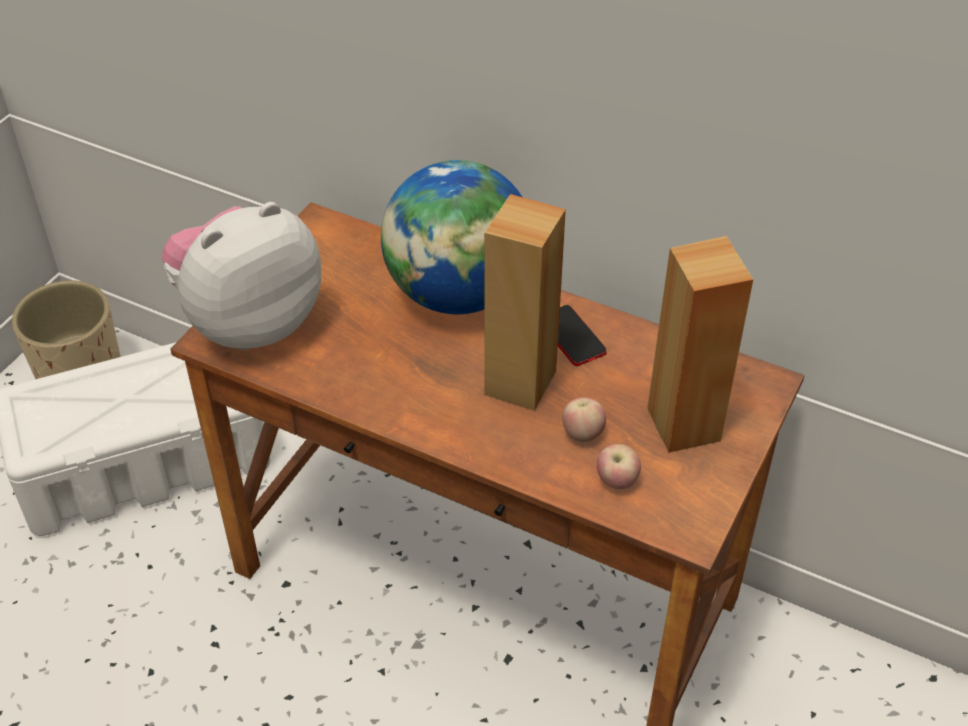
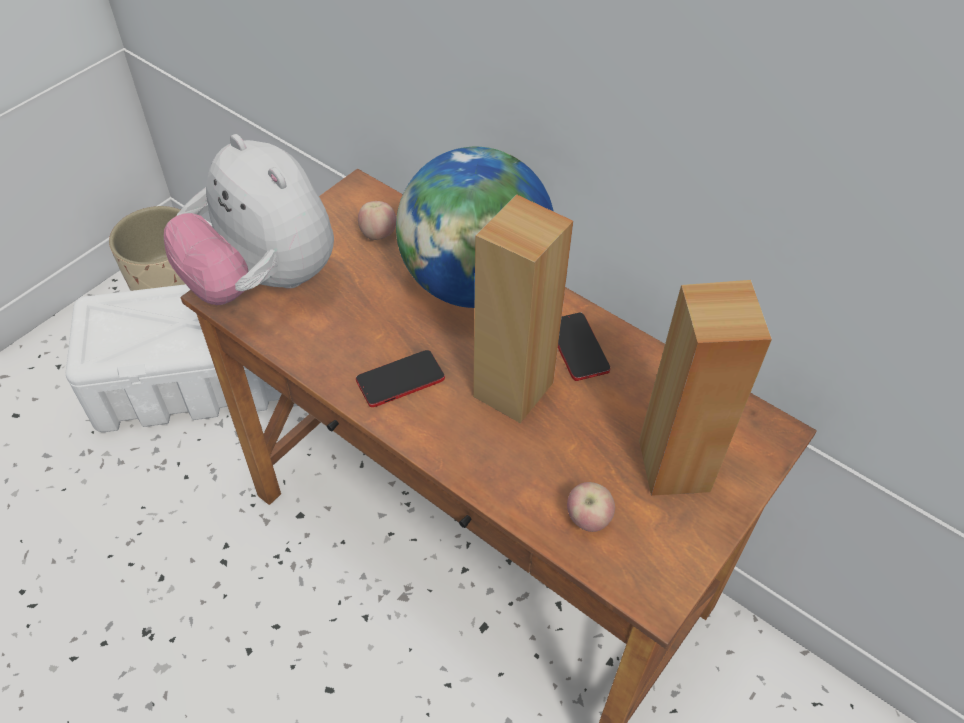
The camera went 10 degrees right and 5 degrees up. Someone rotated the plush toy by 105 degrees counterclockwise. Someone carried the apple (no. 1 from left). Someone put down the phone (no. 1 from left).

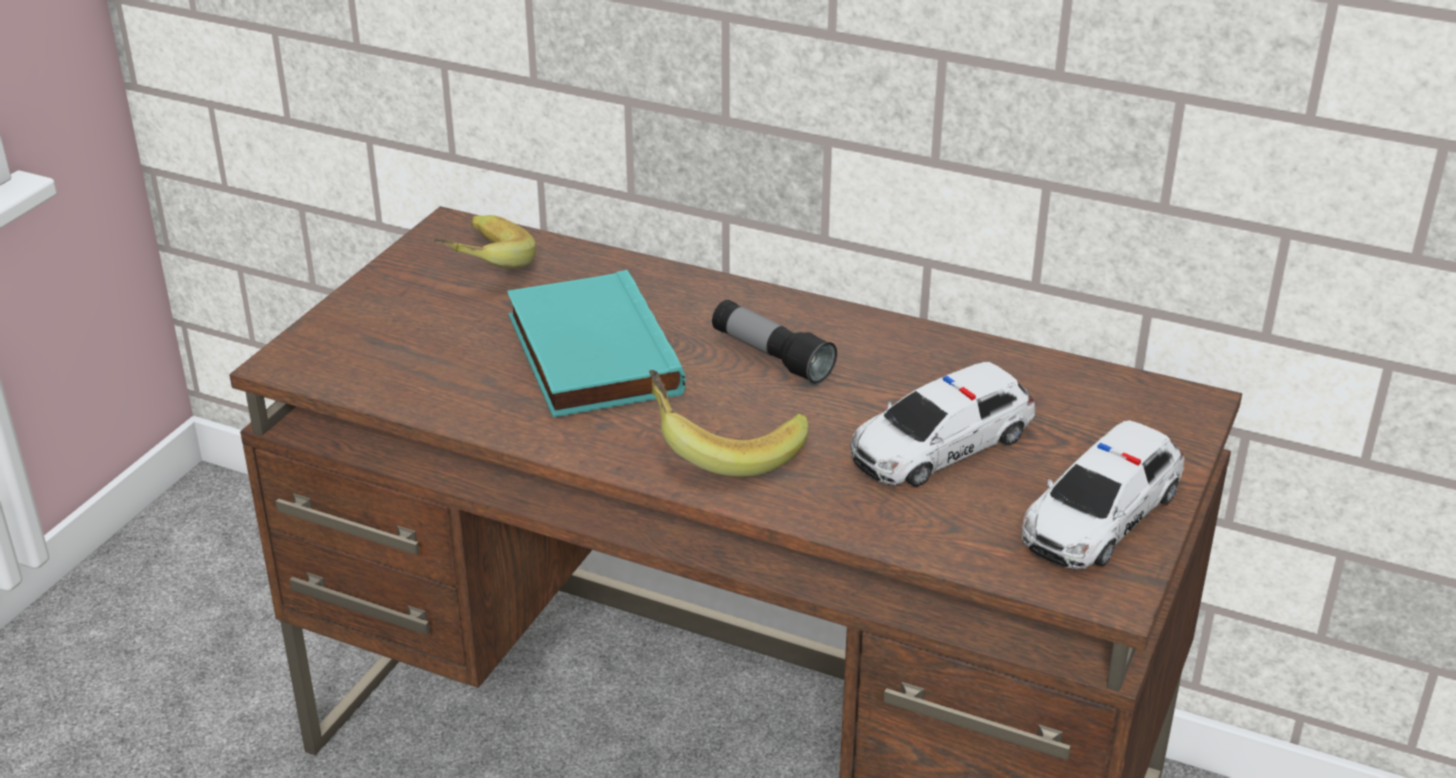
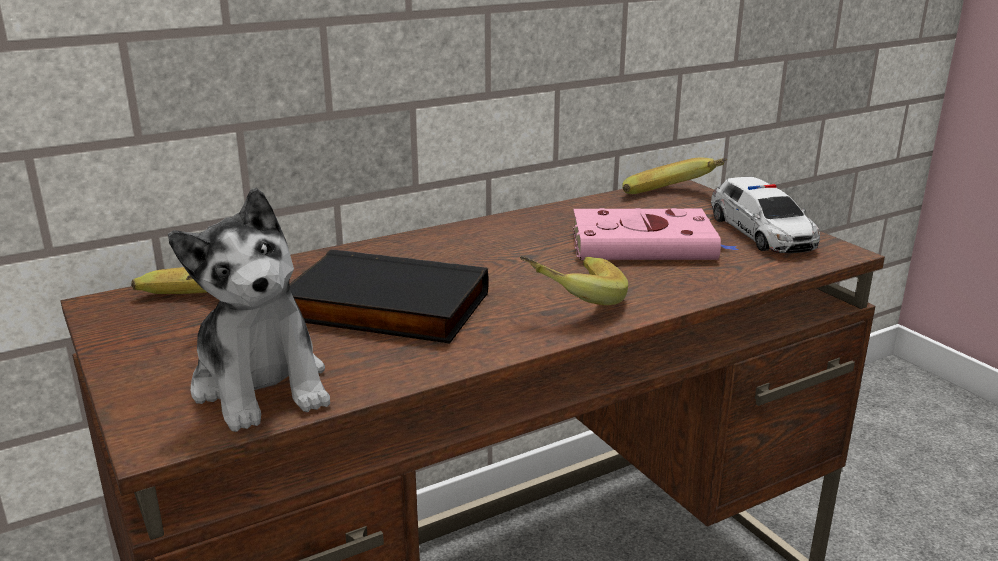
The camera went 55 degrees left and 10 degrees down. Someone repainted the turquoise book, which became the black book. Someone took away the flashlight. Someone swapped the toy car (no. 1 from left) for the pink book. Someone put down the plush toy. Someone put down the banana (no. 3 from left).

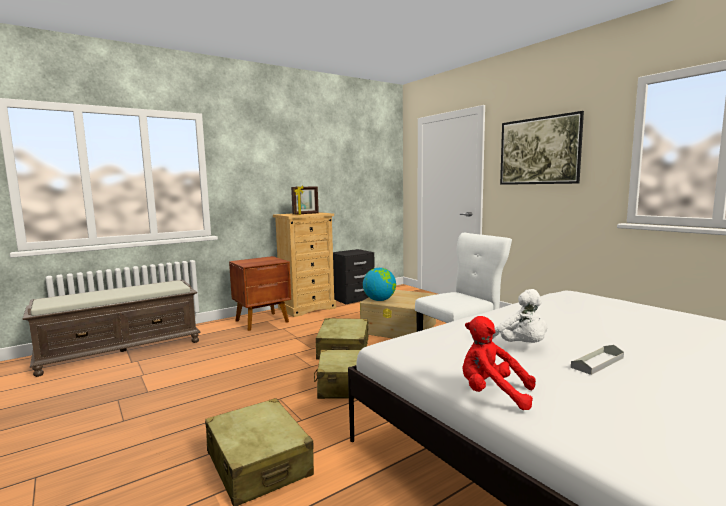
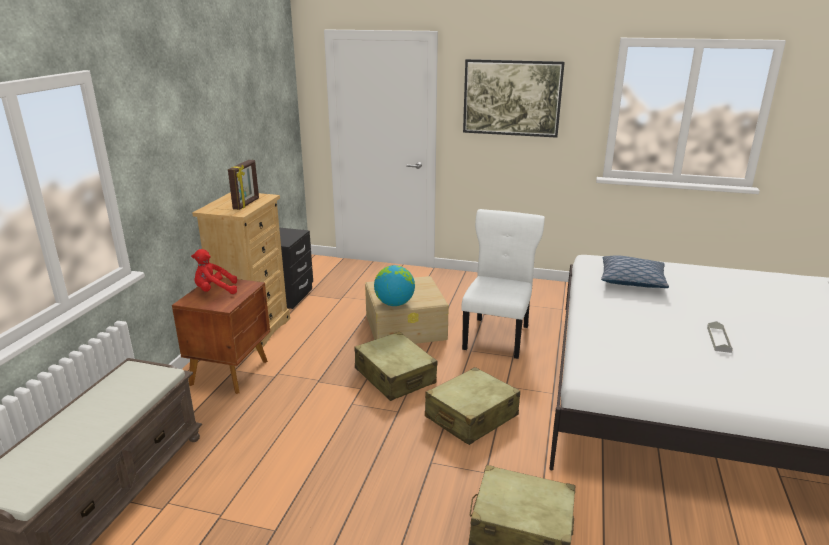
The camera went 40 degrees left and 15 degrees up. Someone carried the red plush toy. Someone took away the white plush toy. Someone put down the pillow.

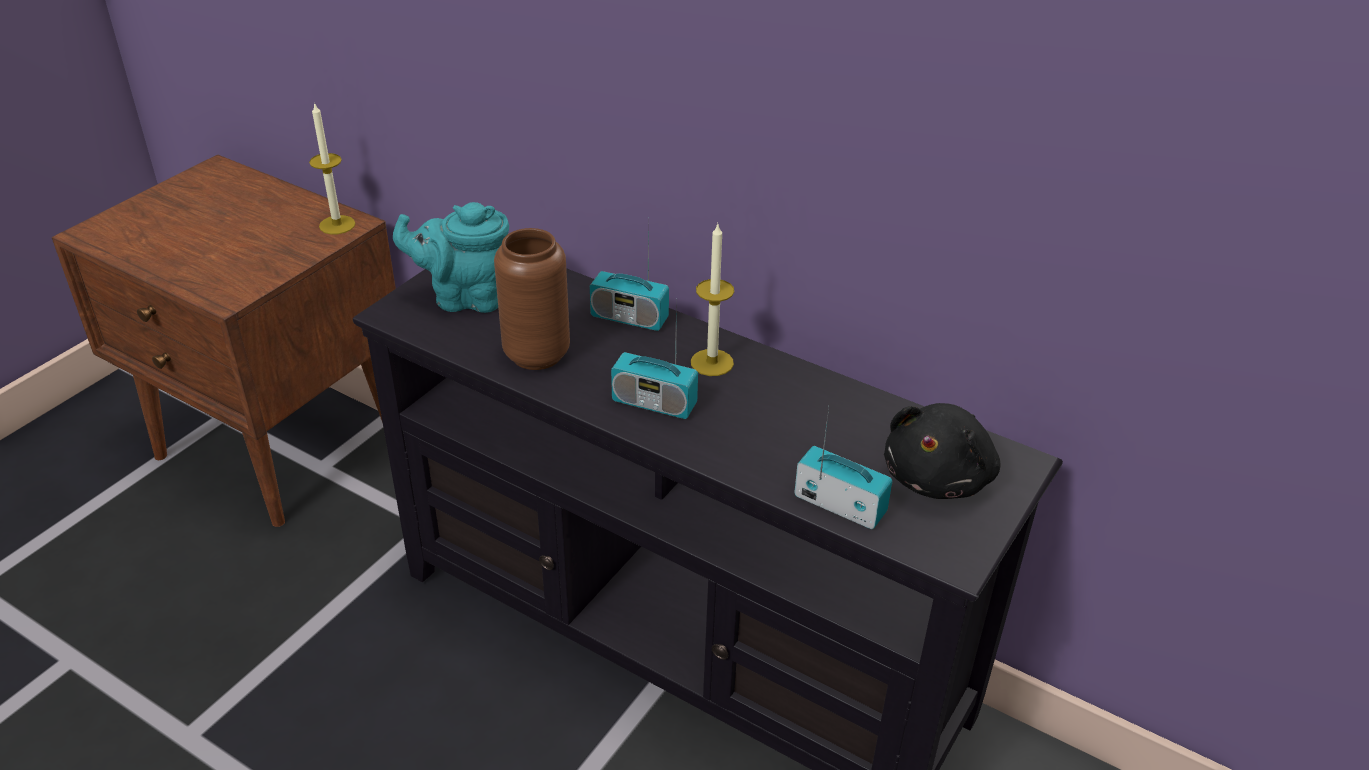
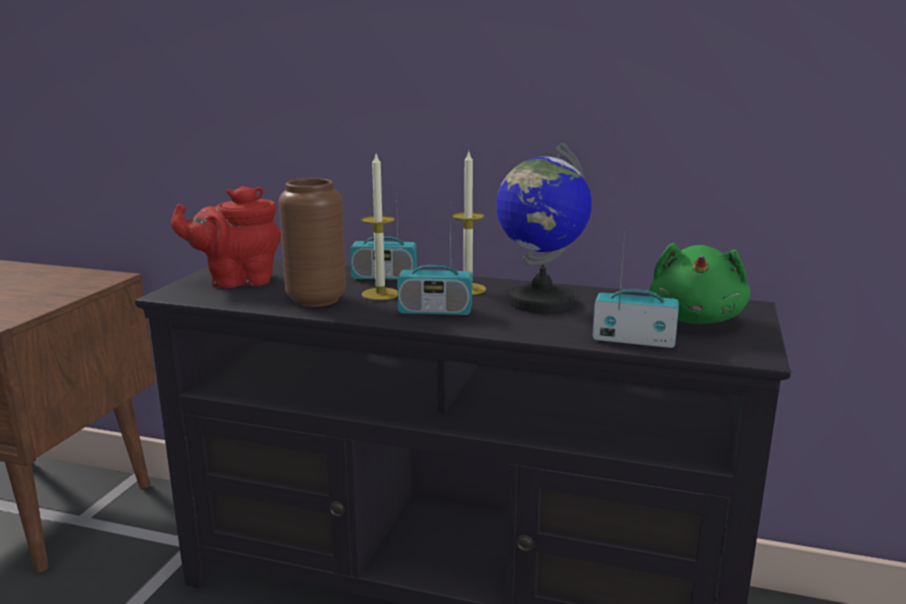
The camera went 15 degrees left and 20 degrees down. Someone carried the candle (no. 1 from left). Someone repainted the turquoise teapot, which became the red teapot. Someone repainted the black plush toy, which became the green plush toy. Someone put down the globe.

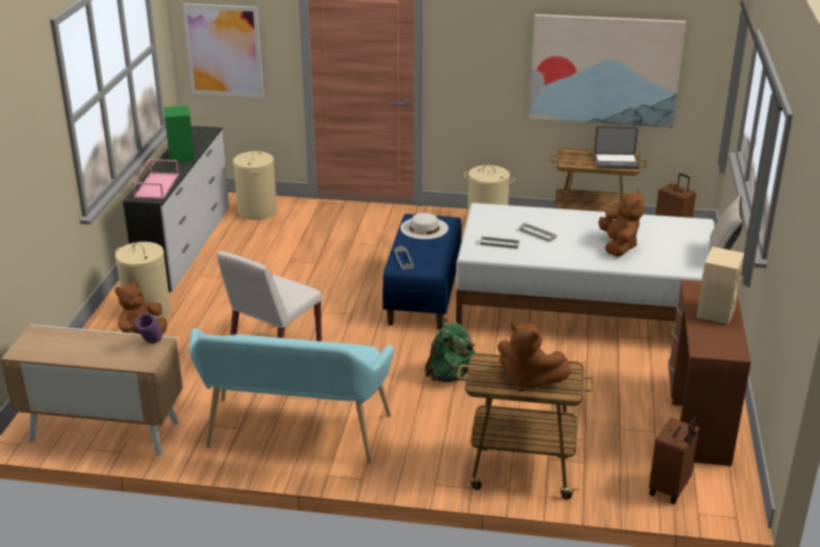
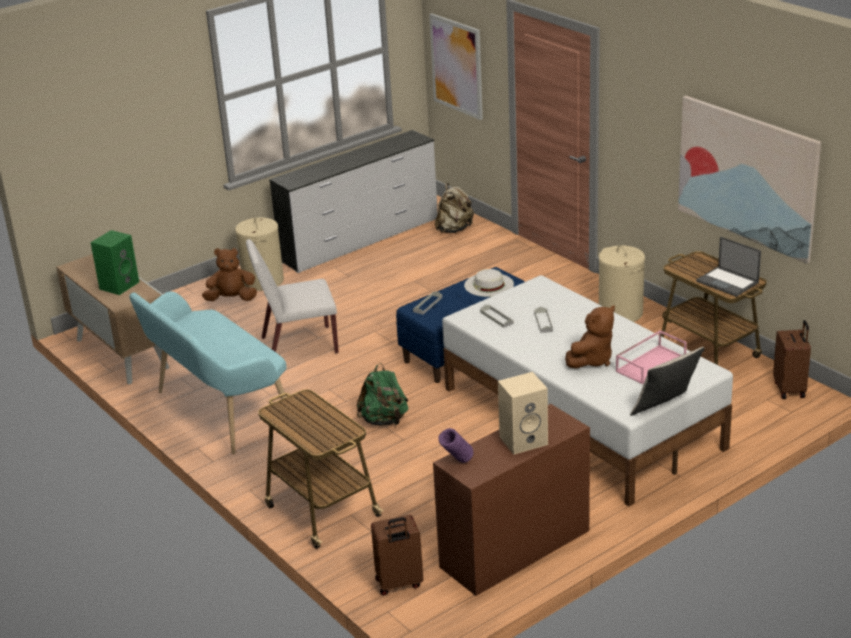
The camera went 45 degrees right and 0 degrees up. Someone carried the pink tray. Someone carried the purple vase. Someone carried the green speaker. Someone swapped the beige laundry basket (no. 2 from left) for the beige backpack. Someone took away the brown plush toy (no. 2 from left).

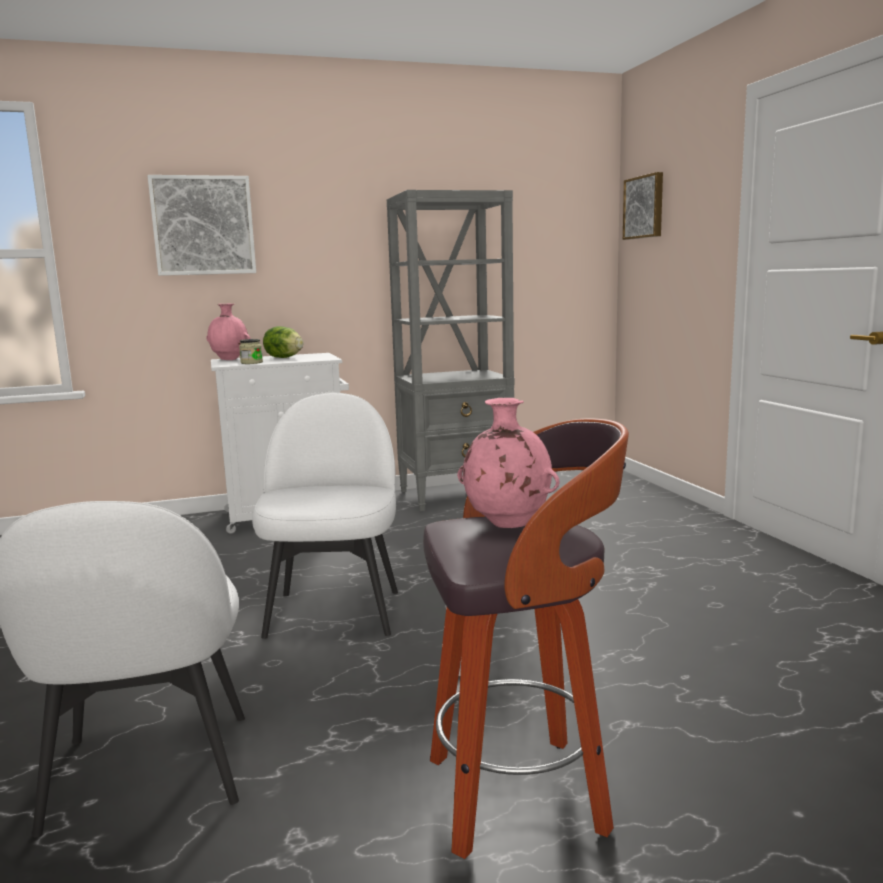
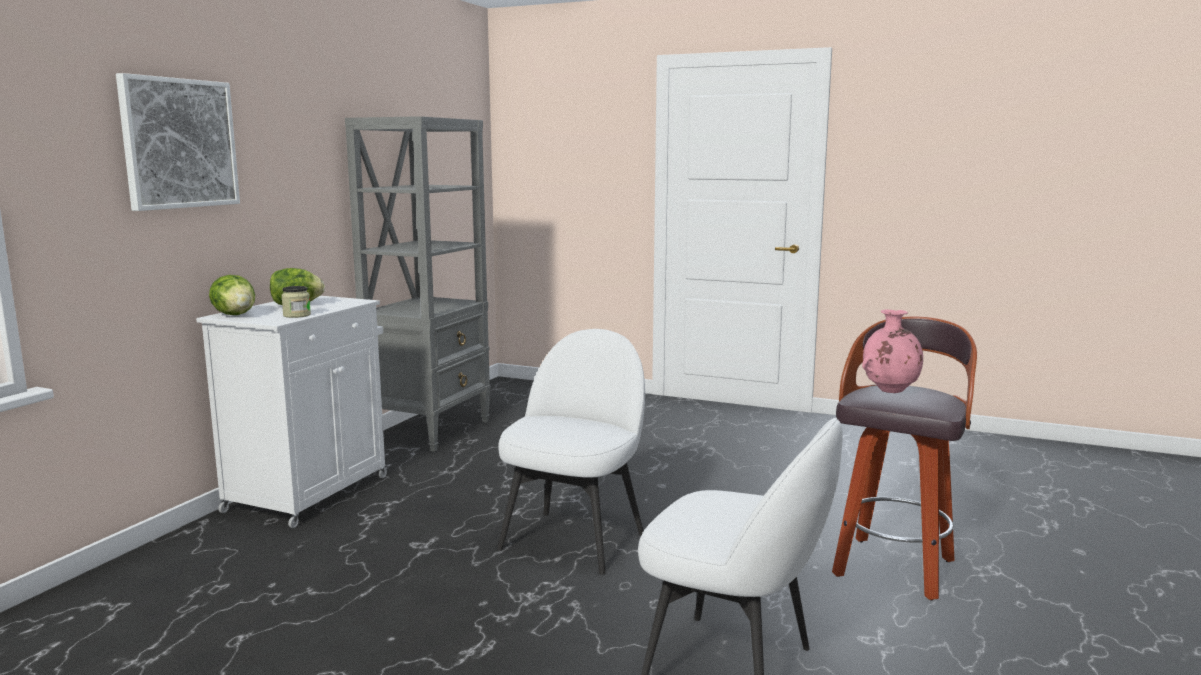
The camera went 50 degrees left and 0 degrees up. Someone swapped the pink vase (no. 1 from left) for the lettuce (no. 1 from left). Someone rotated the white chair (no. 2 from left in the first image) by 75 degrees clockwise. Someone took away the picture (no. 2 from left).

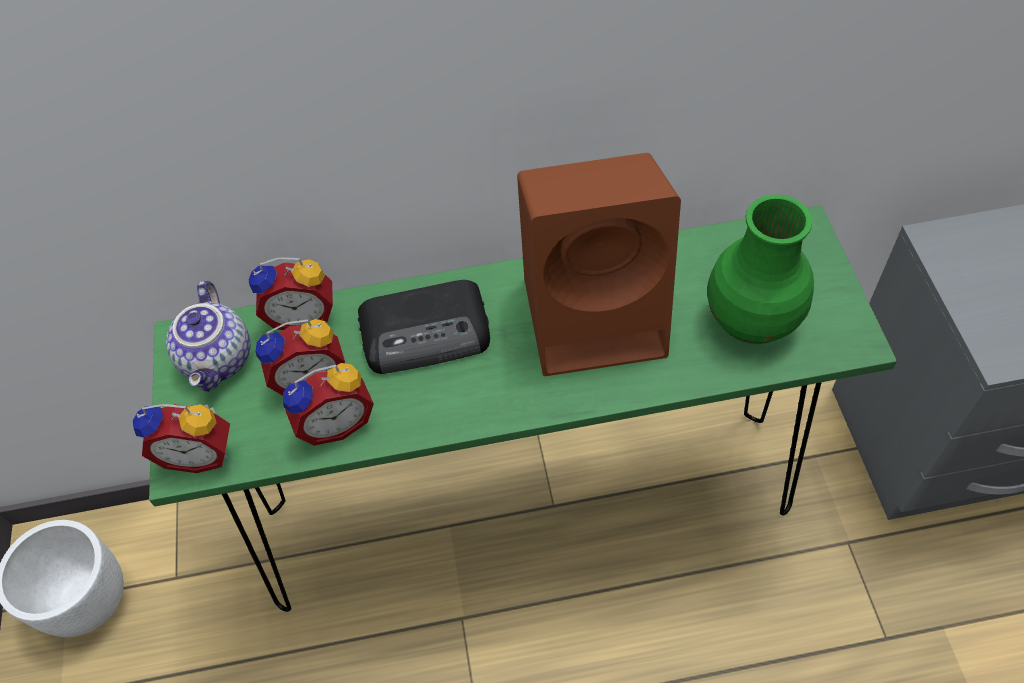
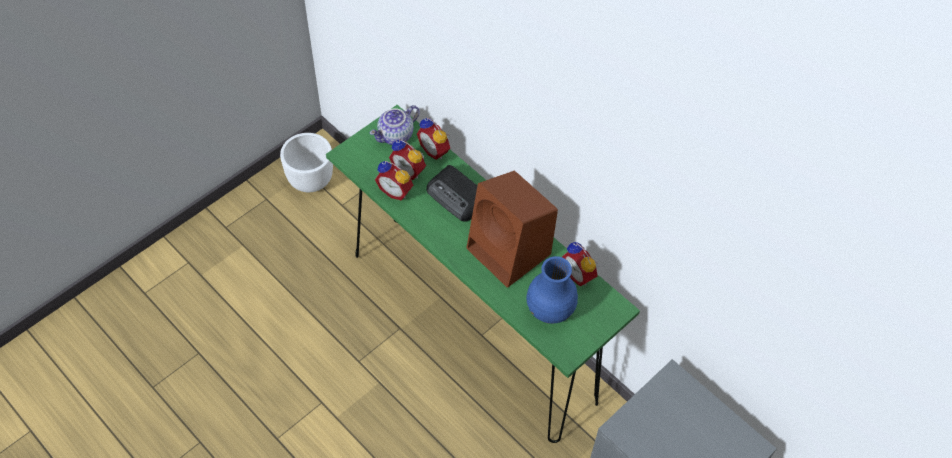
The camera went 50 degrees right and 0 degrees up. Someone carried the alarm clock (no. 1 from left in the first image). Someone repainted the green vase, which became the blue vase.

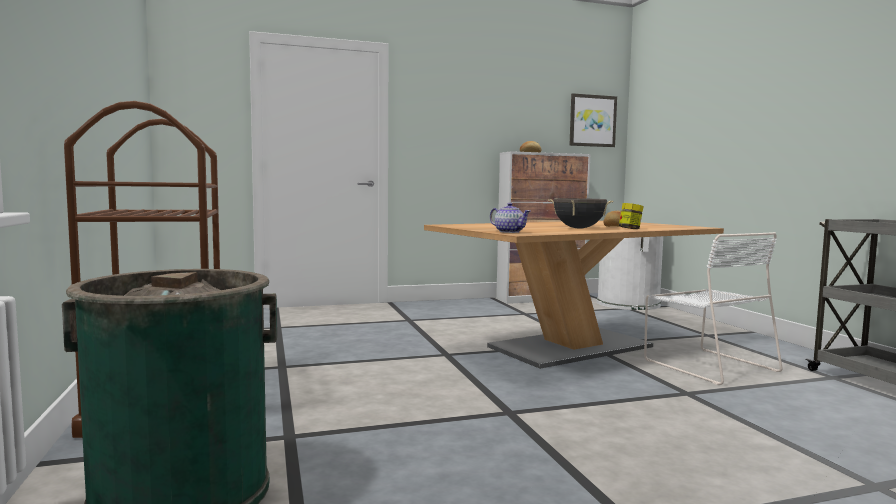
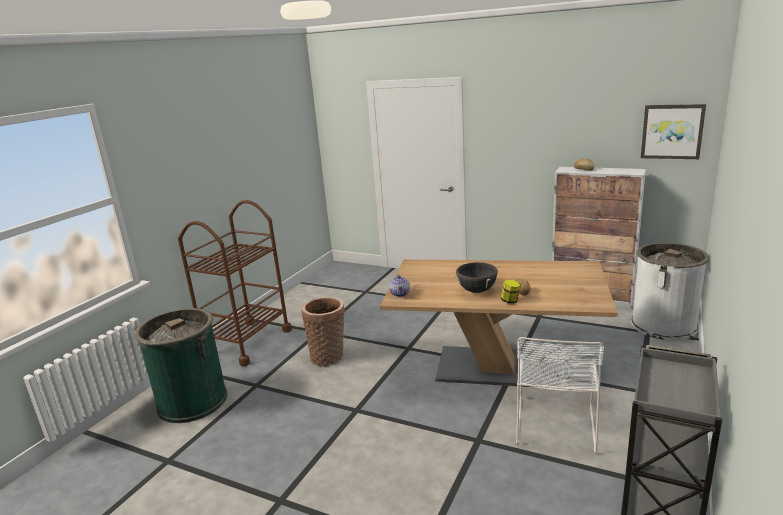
The camera went 45 degrees right and 15 degrees up. Someone put down the basket.

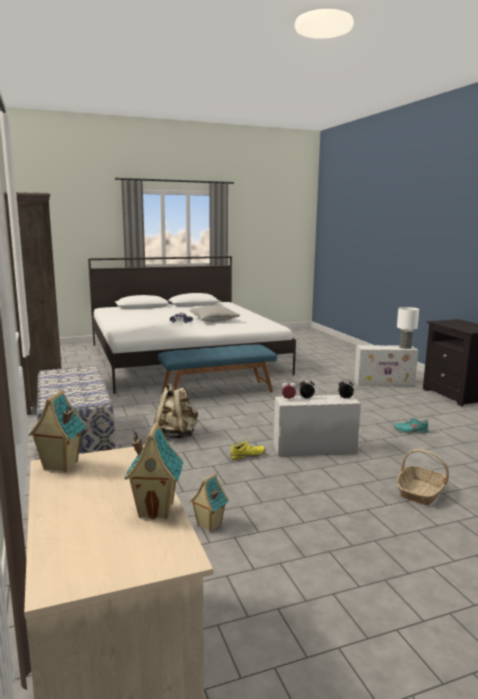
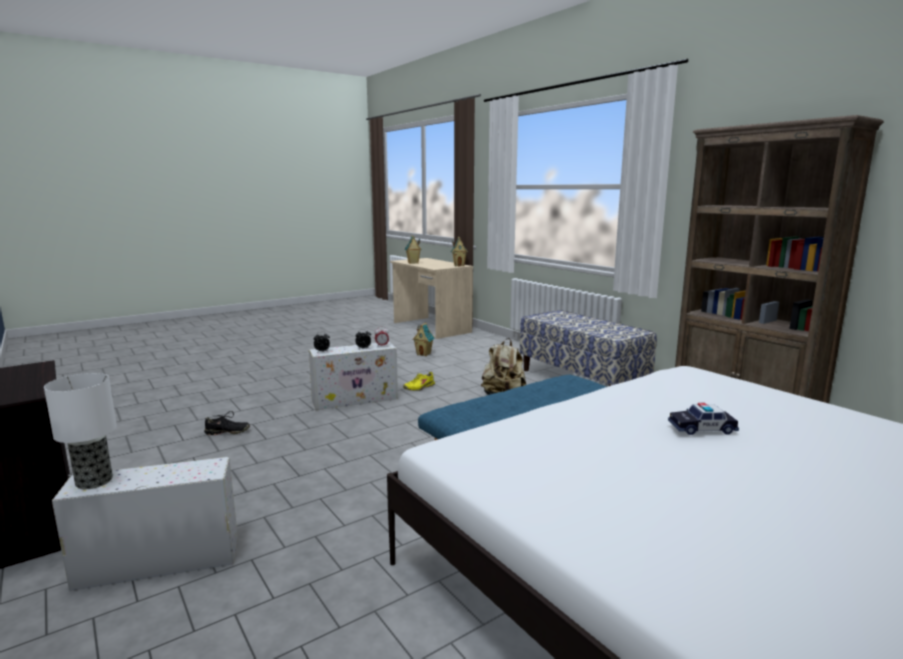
The camera went 165 degrees right and 0 degrees up. Someone took away the grey pillow. Someone repainted the turquoise shoe, which became the black shoe. Someone took away the basket.

